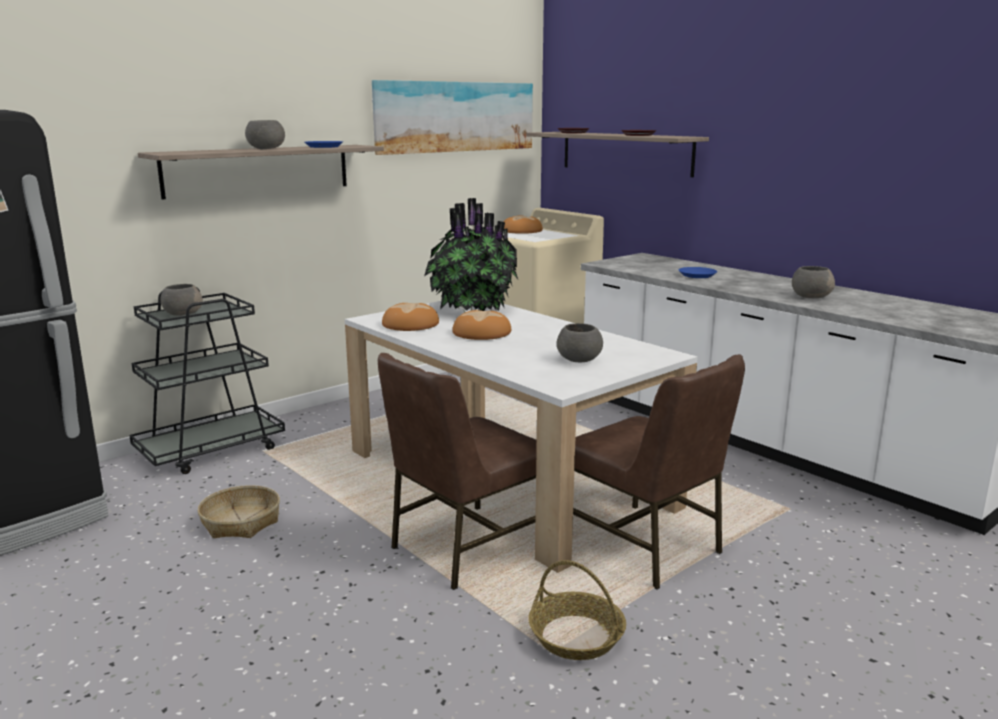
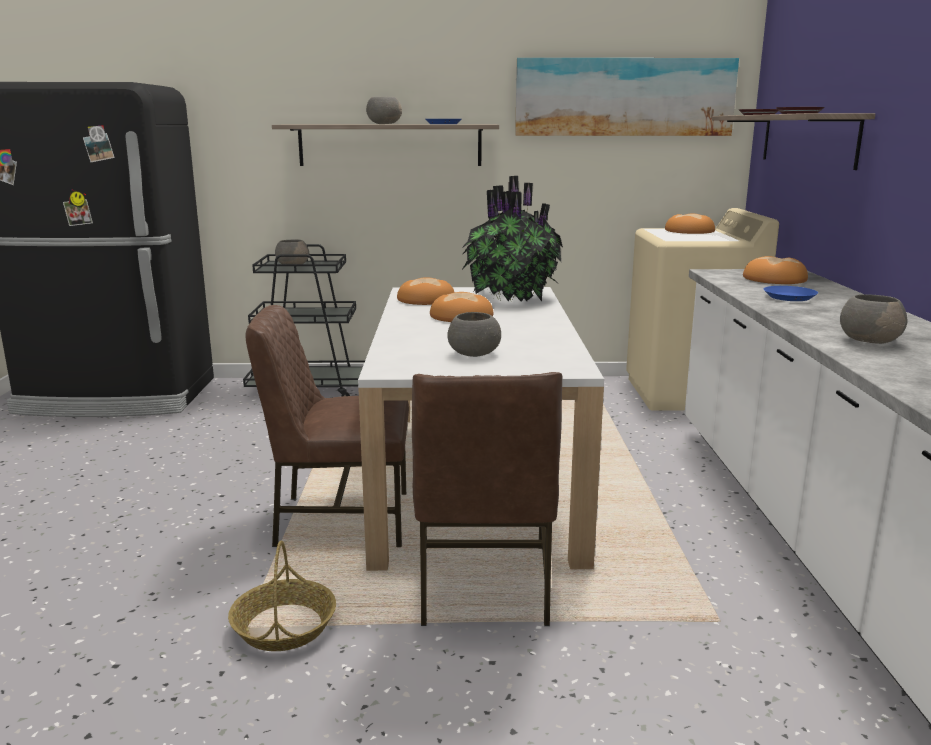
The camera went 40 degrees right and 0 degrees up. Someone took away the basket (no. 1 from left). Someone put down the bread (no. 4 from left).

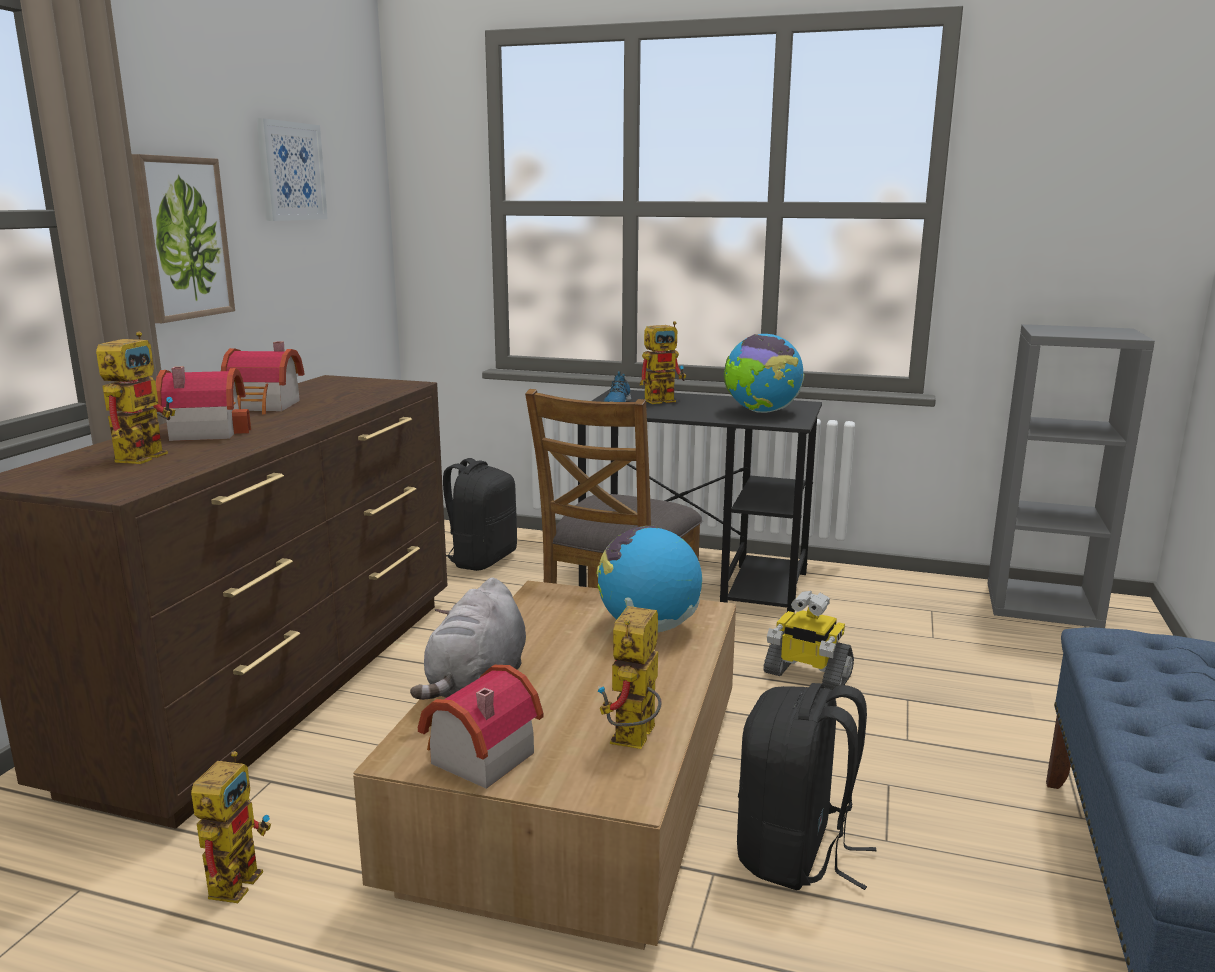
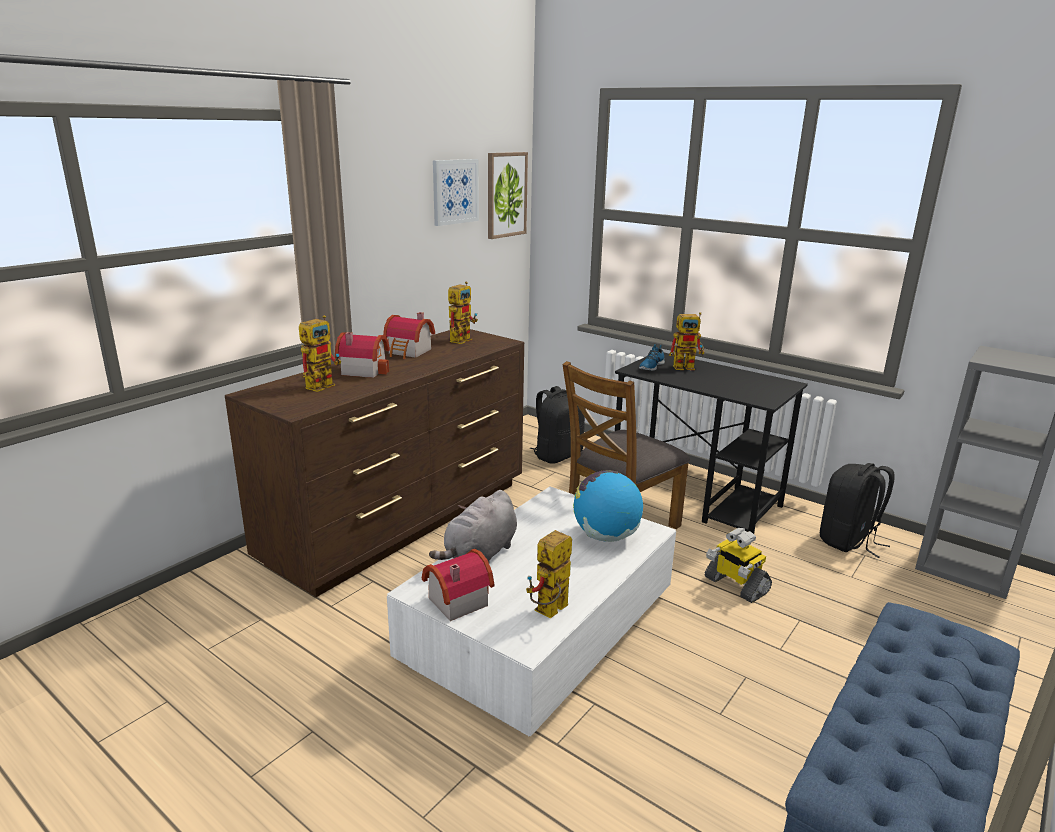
The camera went 20 degrees right and 5 degrees up. Someone carried the picture (no. 1 from left in the first image). Someone carried the toy robot (no. 2 from left). Someone repainted the brown coffee table, which became the white coffee table. Someone took away the globe (no. 2 from left). Someone carried the black backpack (no. 2 from left).

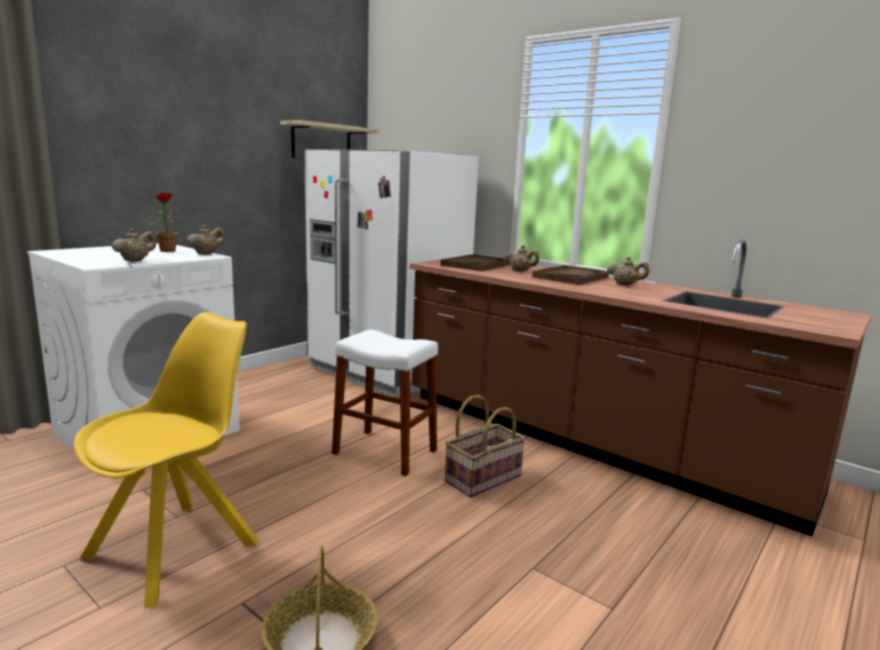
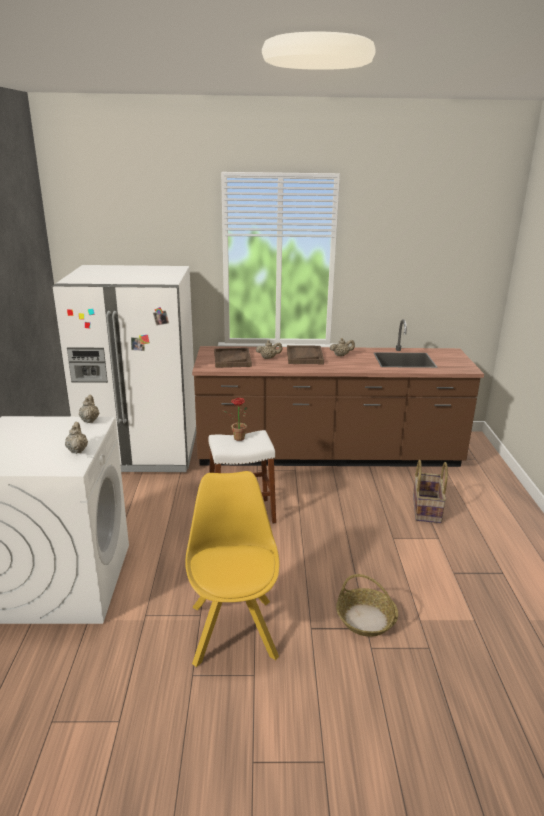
The camera went 40 degrees left and 10 degrees up. Someone carried the potted plant. Someone took away the shelf. Someone carried the basket (no. 2 from left).

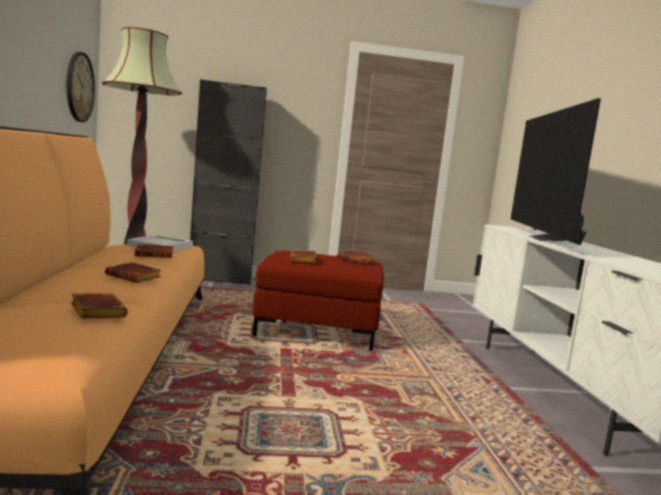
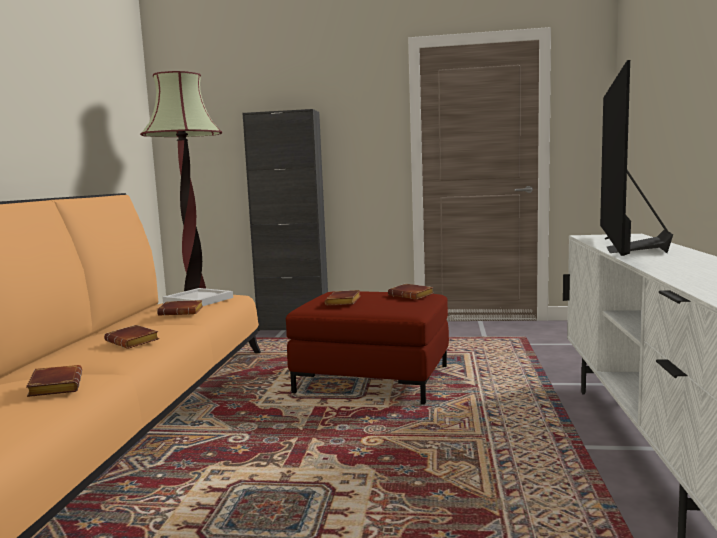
The camera went 15 degrees right and 0 degrees up. Someone took away the wall clock.

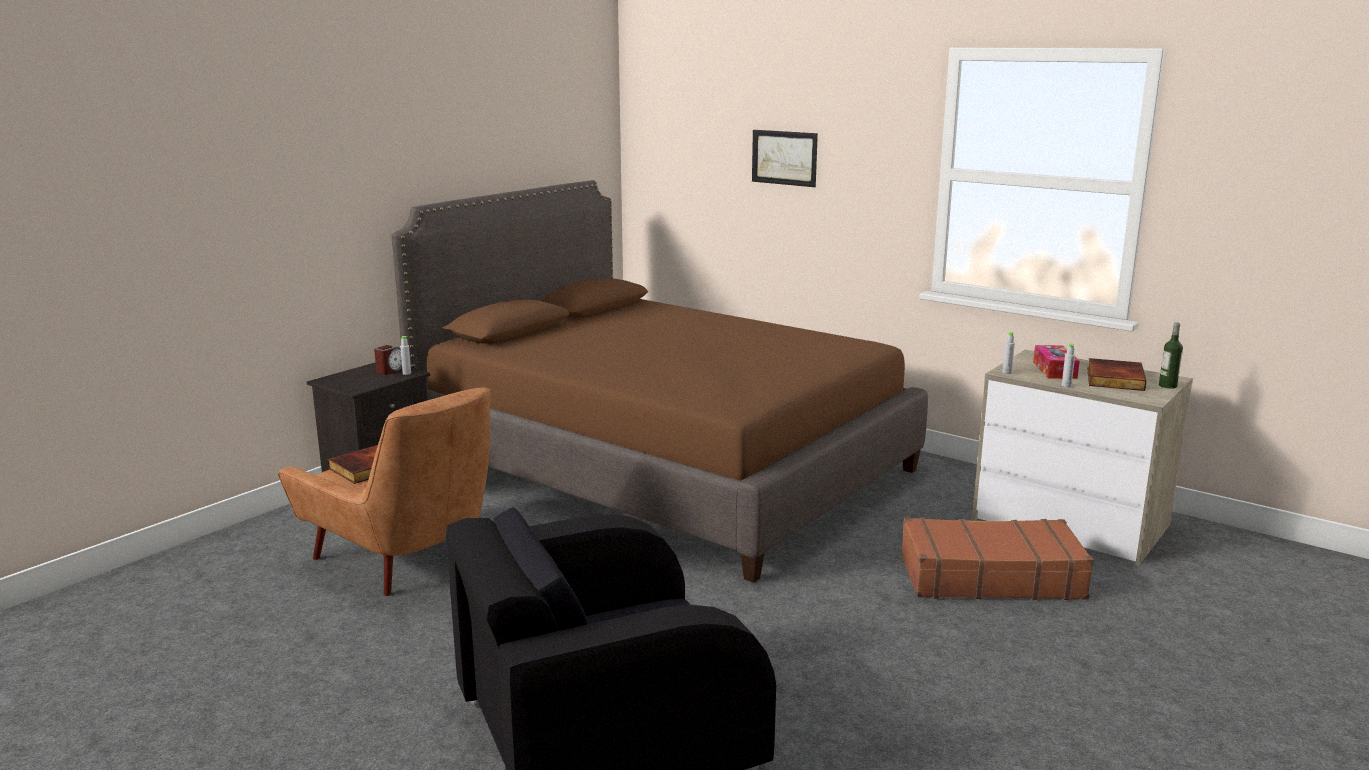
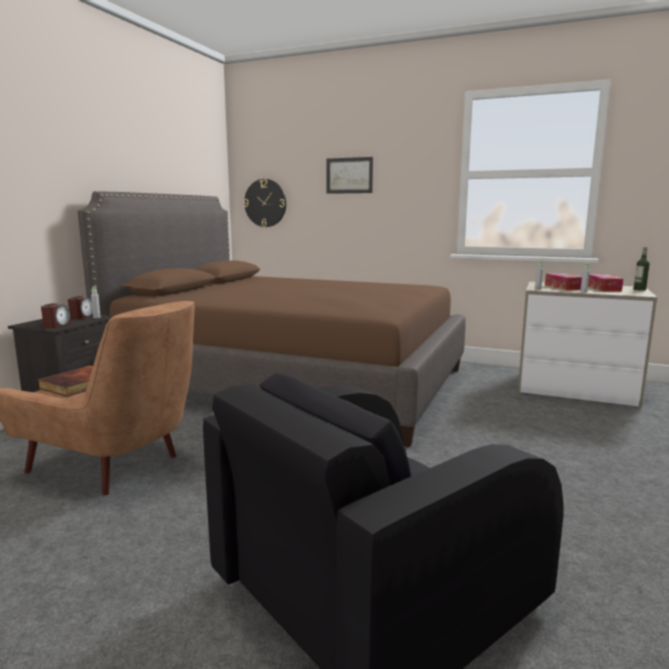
The camera went 15 degrees left and 5 degrees down. Someone took away the brown suitcase. Someone swapped the book (no. 2 from left) for the tissue box (no. 2 from left). Someone put down the alarm clock (no. 1 from left). Someone put up the wall clock.

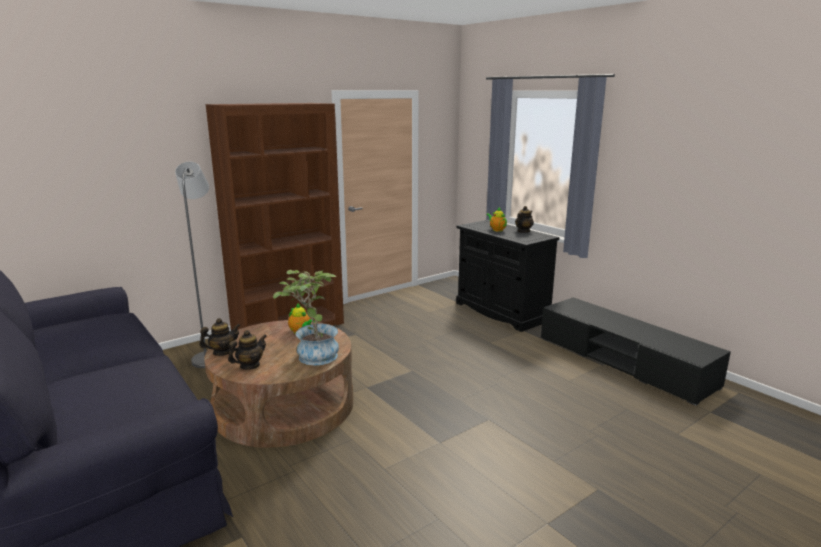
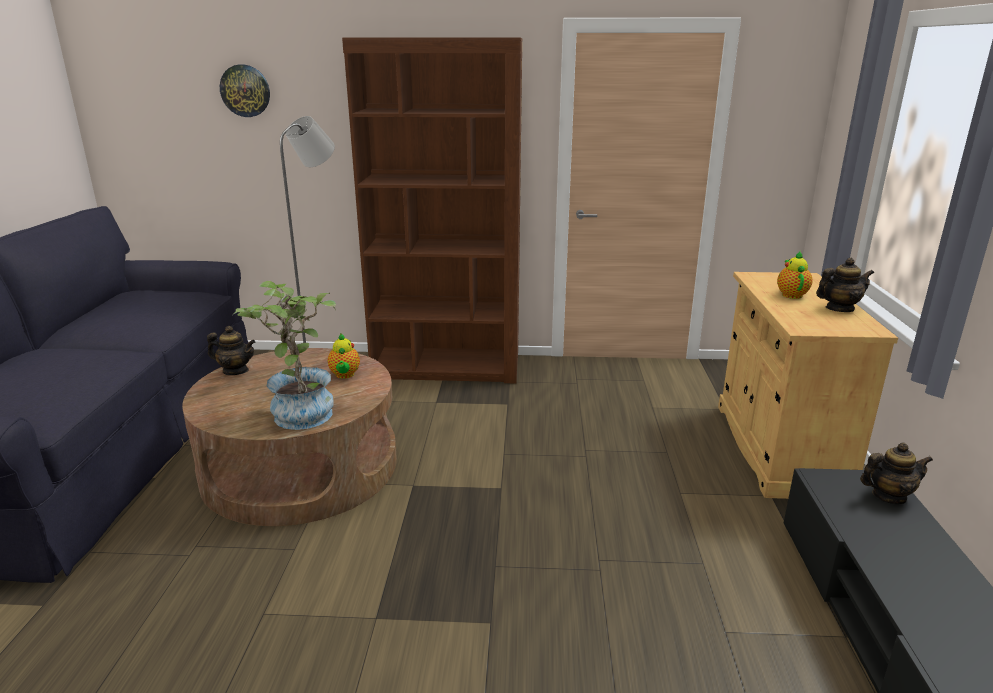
The camera went 40 degrees right and 5 degrees up. Someone carried the teapot (no. 2 from left in the first image). Someone repainted the black cabinet, which became the beige cabinet. Someone put up the wall clock.

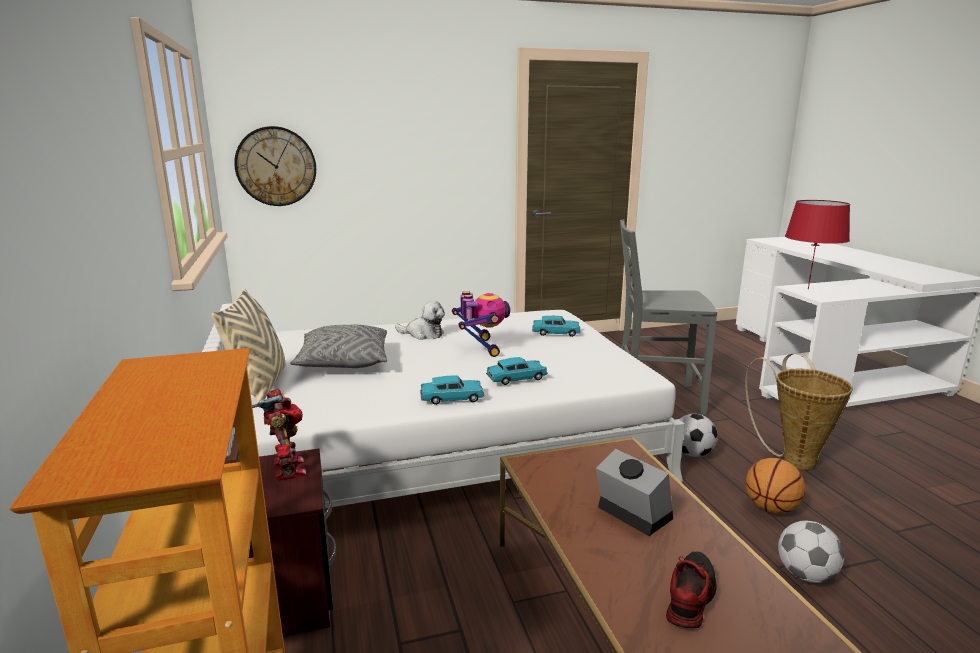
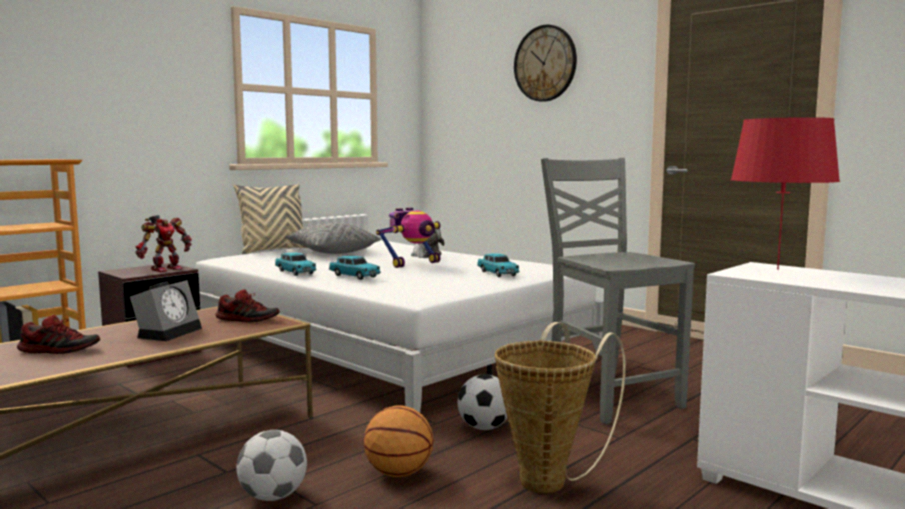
The camera went 60 degrees right and 10 degrees down. Someone carried the wall clock. Someone put down the shoe (no. 2 from left).

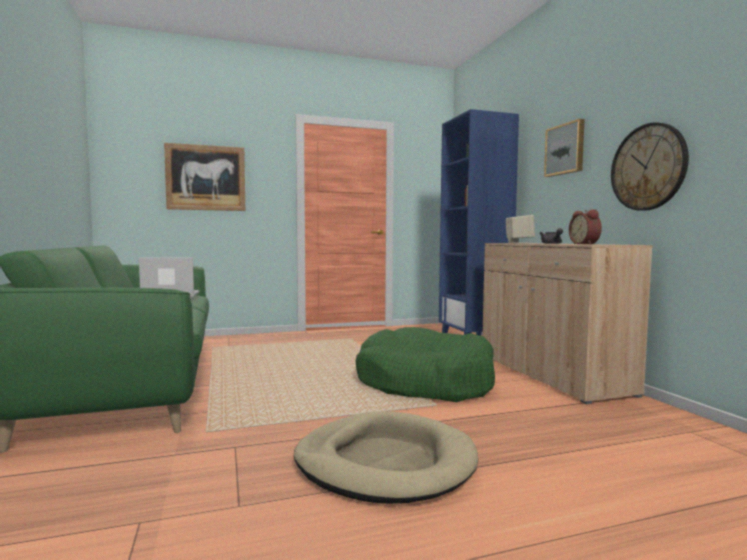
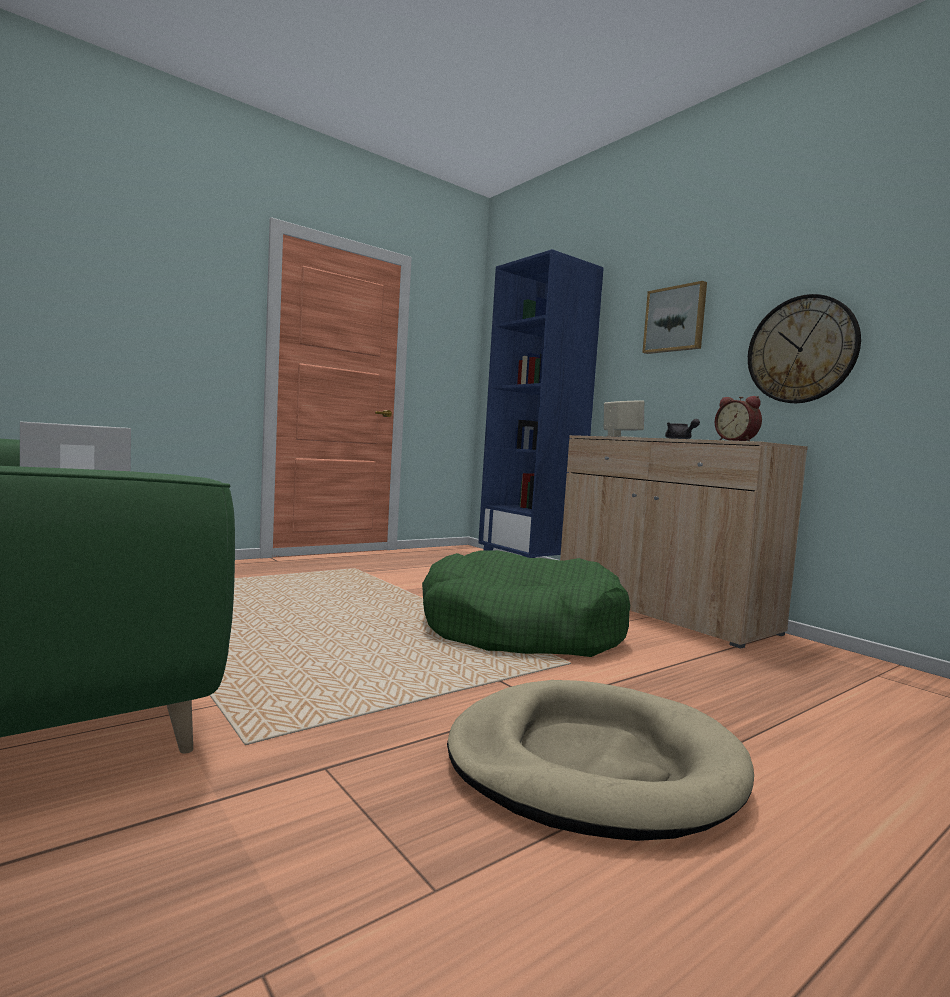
The camera went 20 degrees left and 0 degrees up. Someone took away the picture (no. 1 from left).

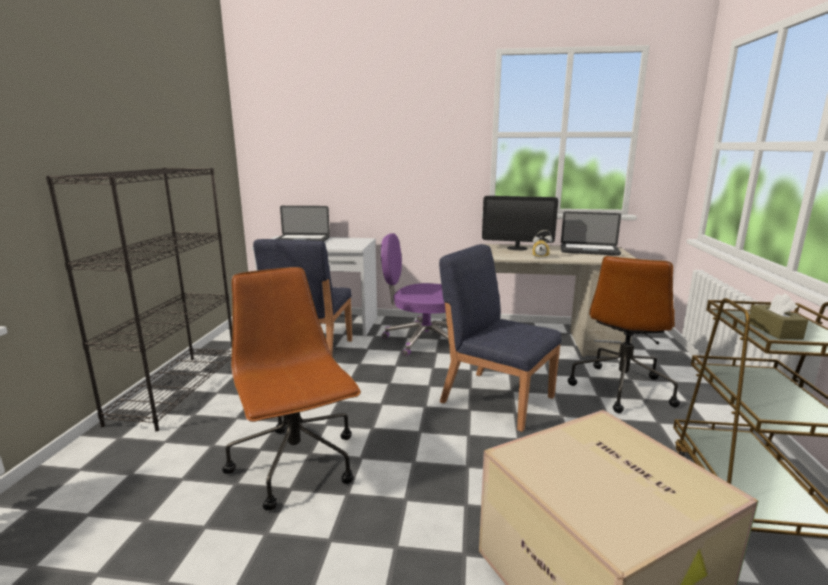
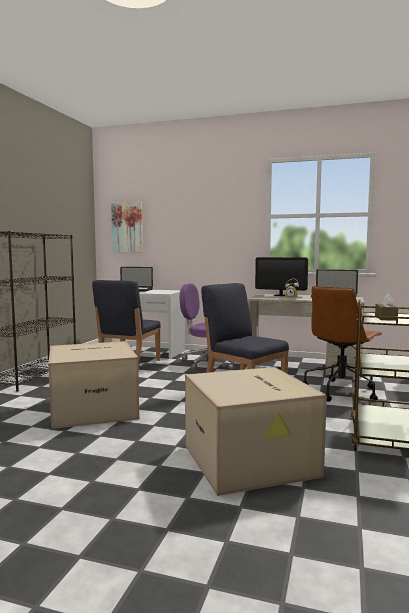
The camera went 10 degrees right and 10 degrees down. Someone swapped the brown office chair (no. 1 from left) for the cardboard box (no. 1 from left). Someone put up the picture.

